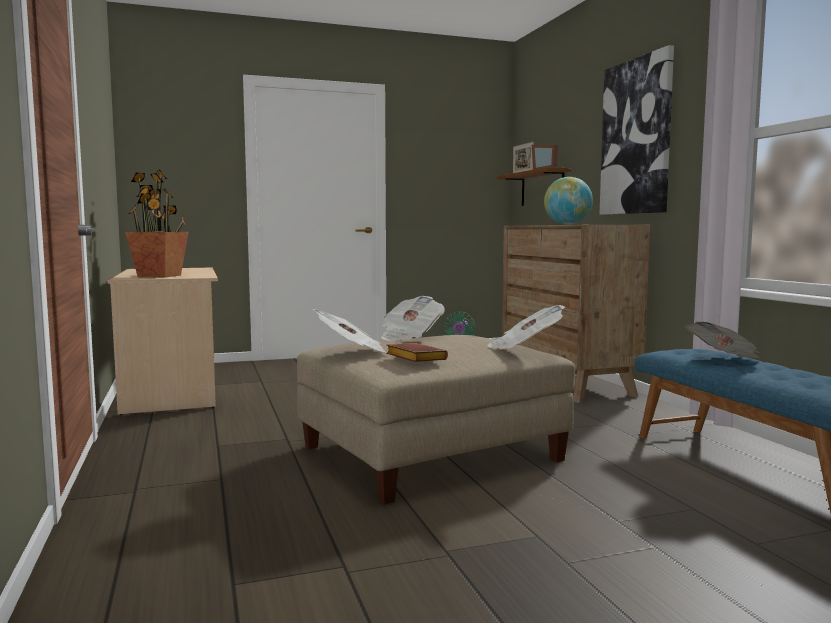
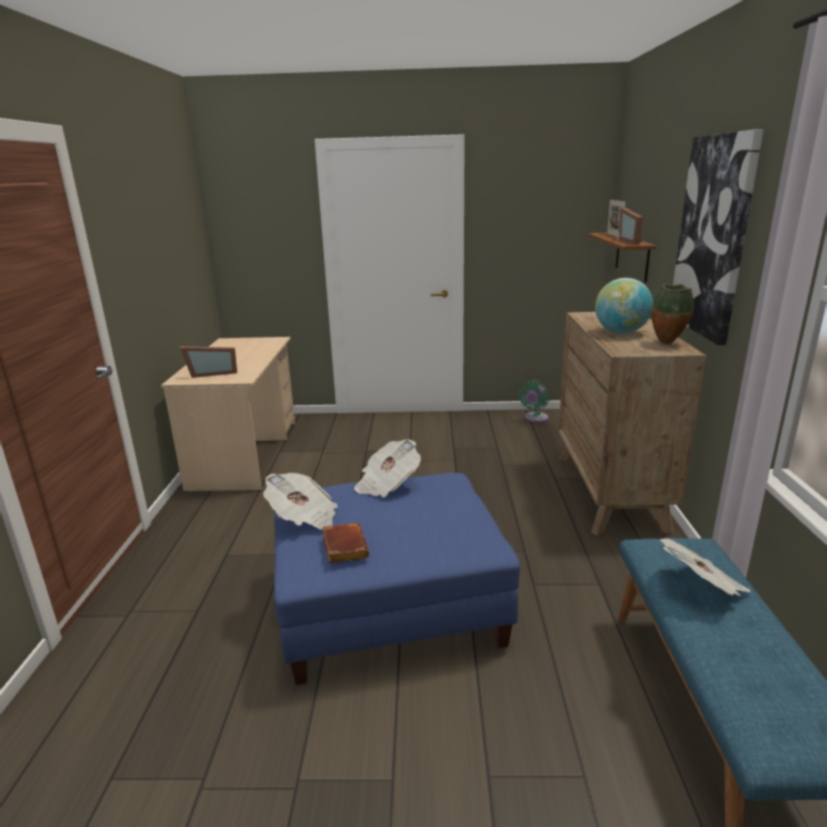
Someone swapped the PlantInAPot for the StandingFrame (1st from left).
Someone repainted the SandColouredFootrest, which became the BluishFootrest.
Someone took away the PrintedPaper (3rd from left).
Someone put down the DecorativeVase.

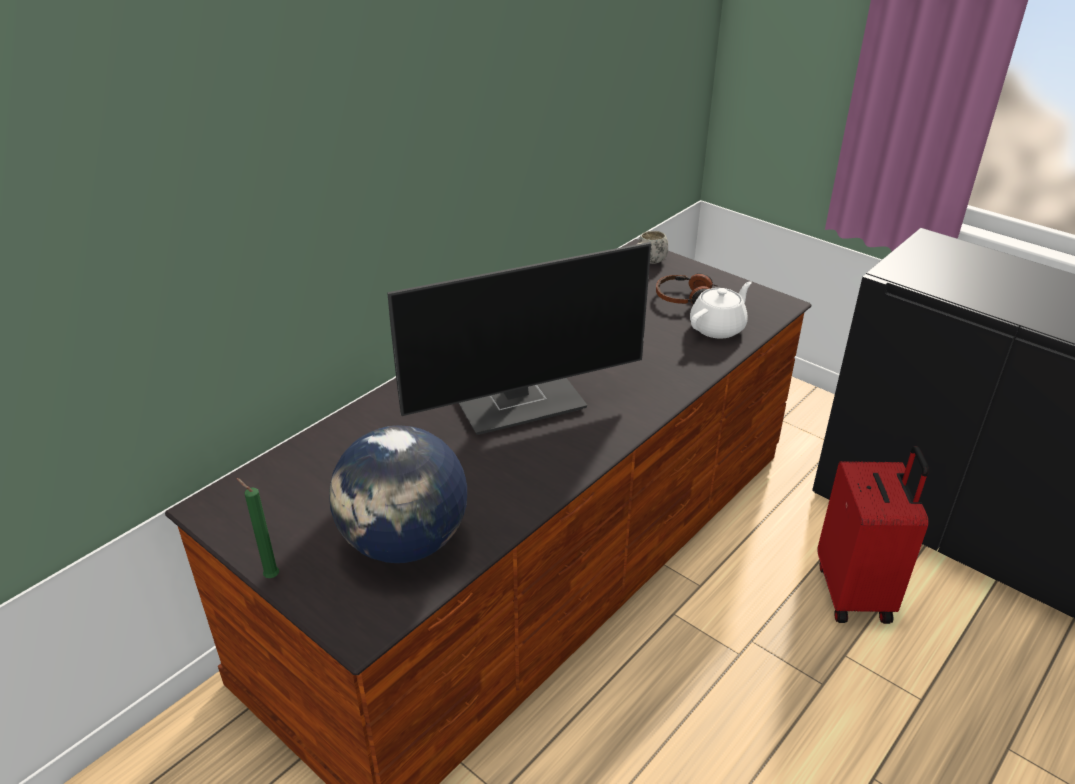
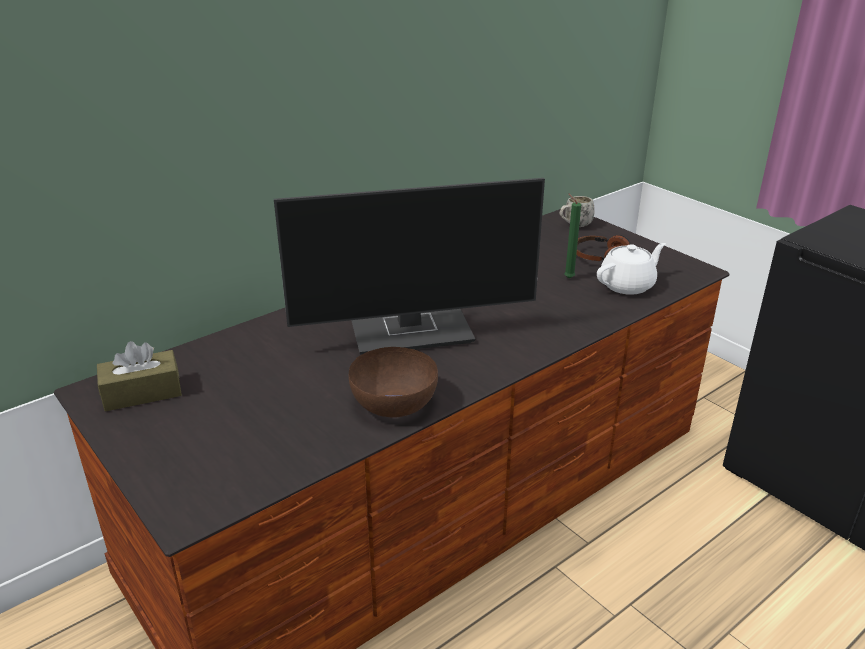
Someone carried the GreenishWaxCandle.
Someone took away the WorldGlobe.
Someone took away the RedTravelCase.
Someone put down the BrownTissueBox.
Someone put down the BrownDeepDish.

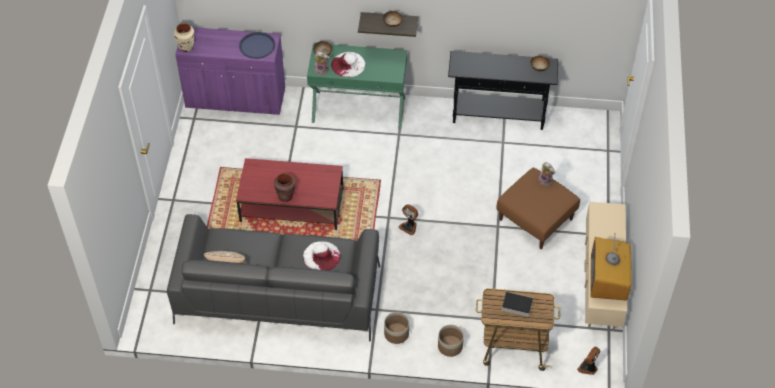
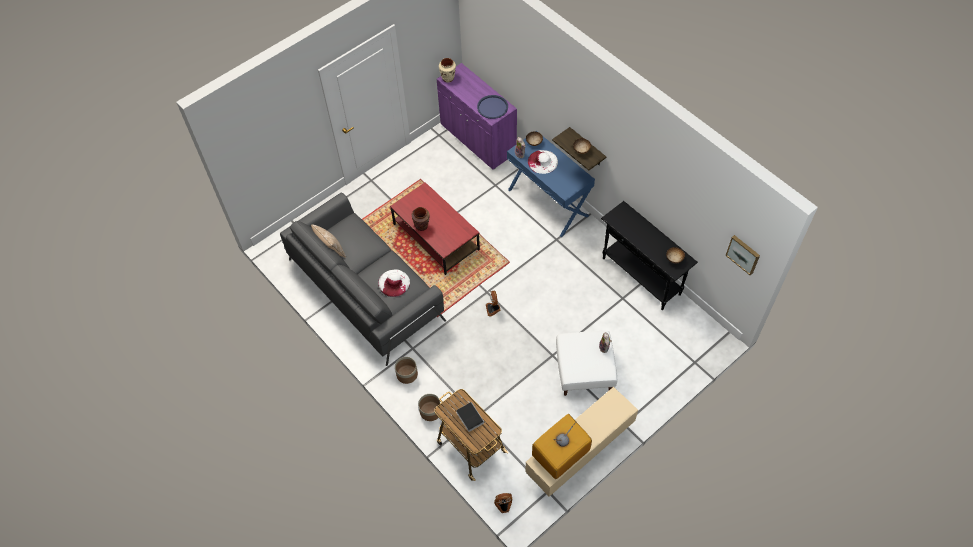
Someone repainted the GreenishNarrowTable, which became the BluishNarrowTable.
Someone repainted the BrownFootrest, which became the WhiteColouredFootrest.
Someone put up the WallPicture.

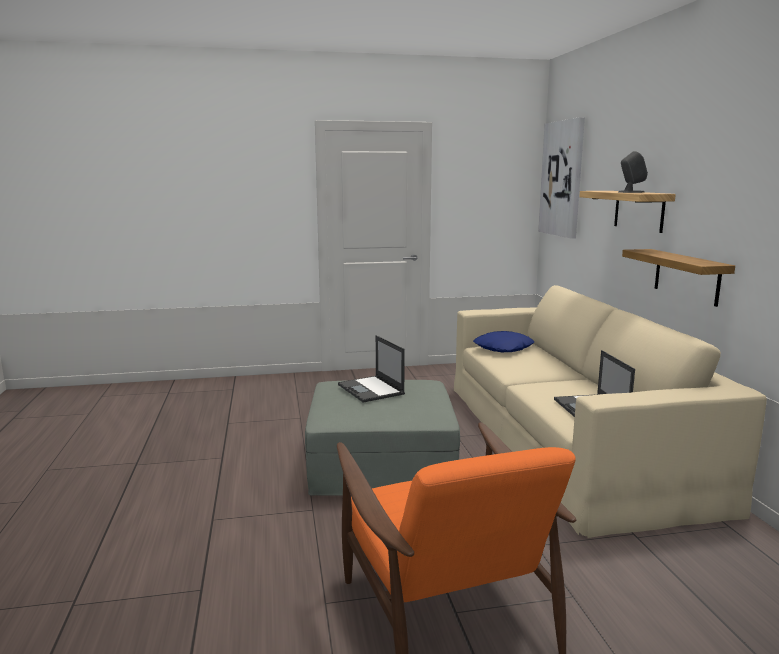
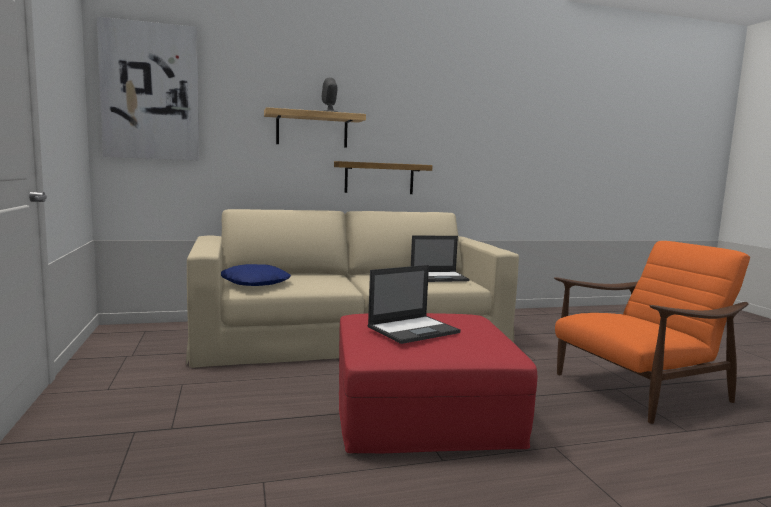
Someone repainted the GrayFootrest, which became the RedFootrest.

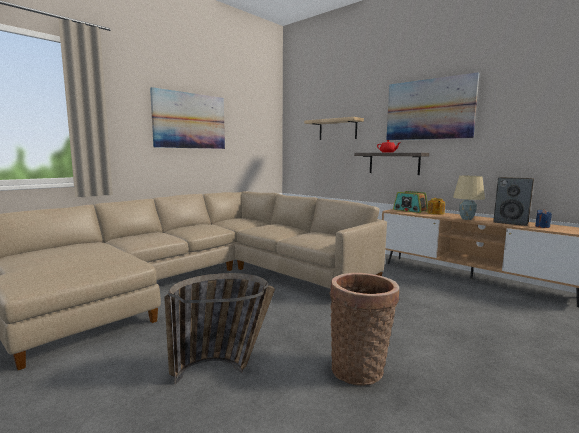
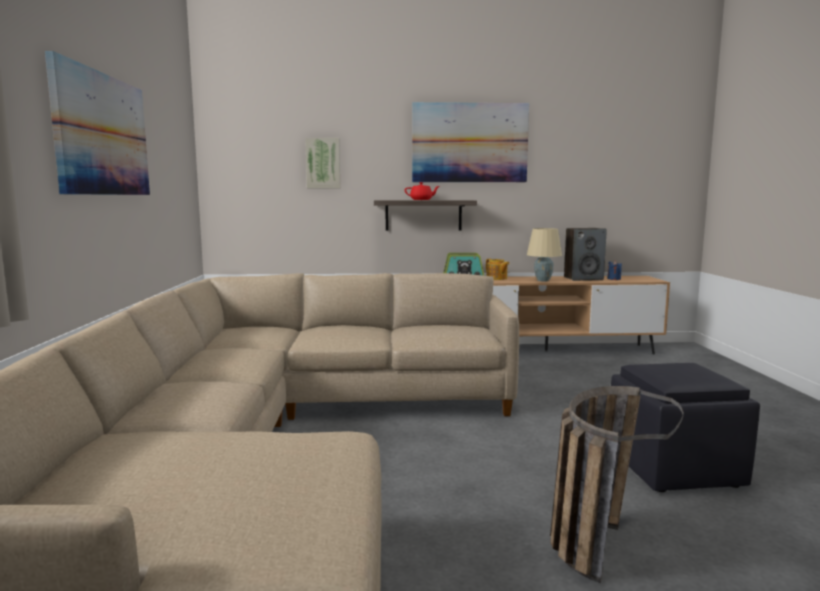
Someone swapped the BracketShelf (1st from left) for the WallPicture (2nd from left).
Someone swapped the StorageBasket (2nd from left) for the BlackishFootrest.

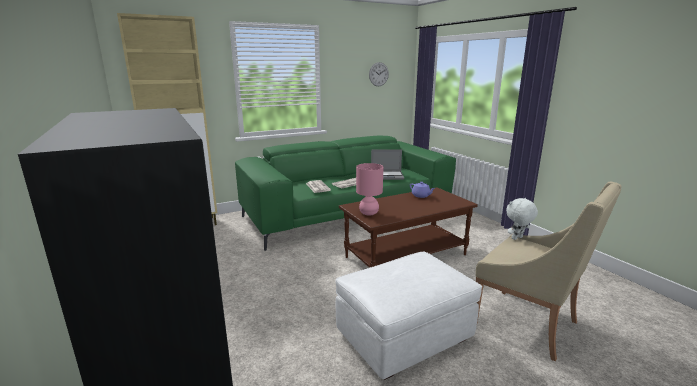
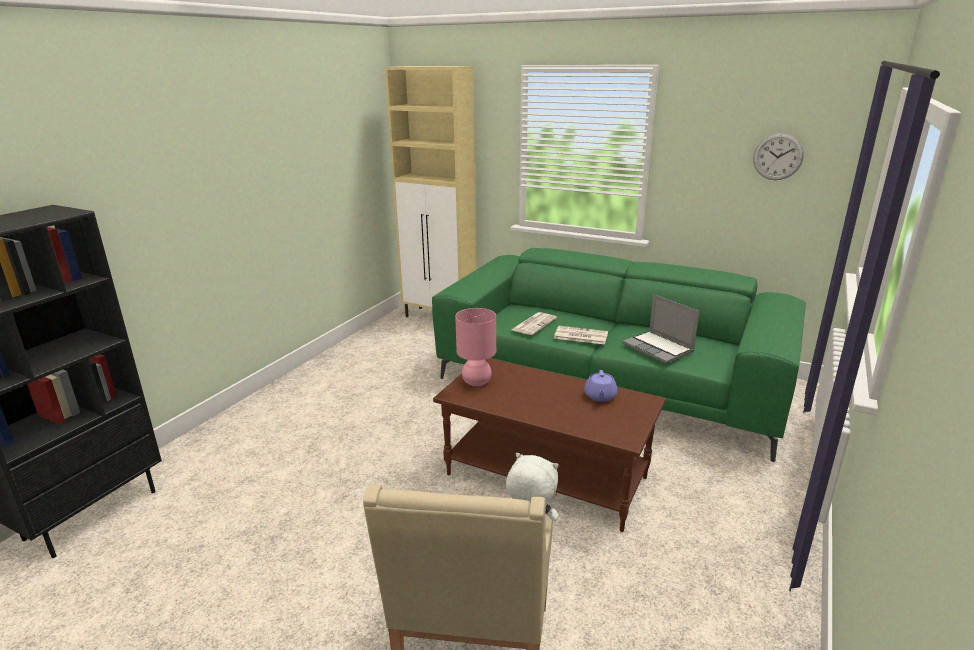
Someone took away the WhiteColouredFootrest.

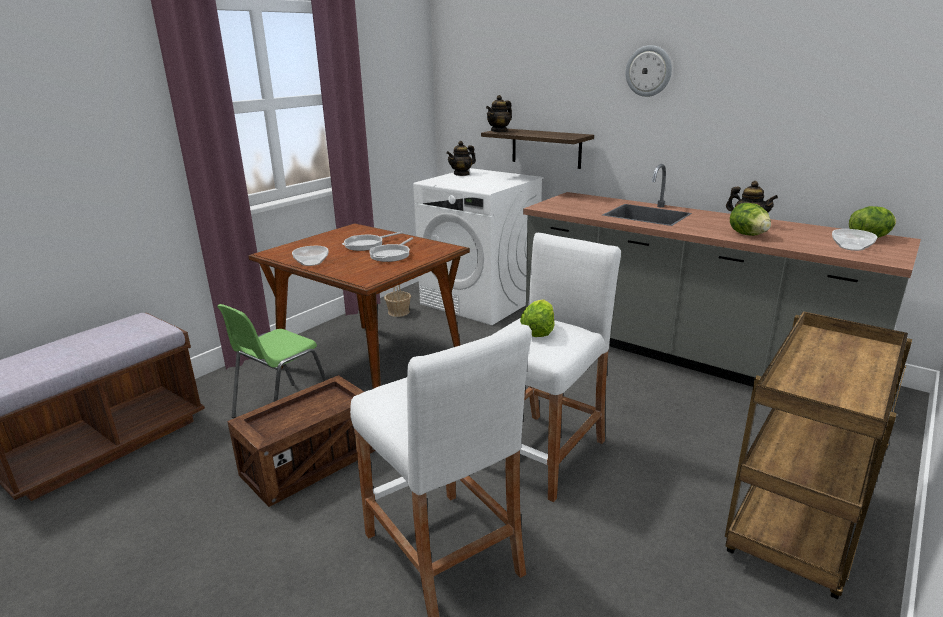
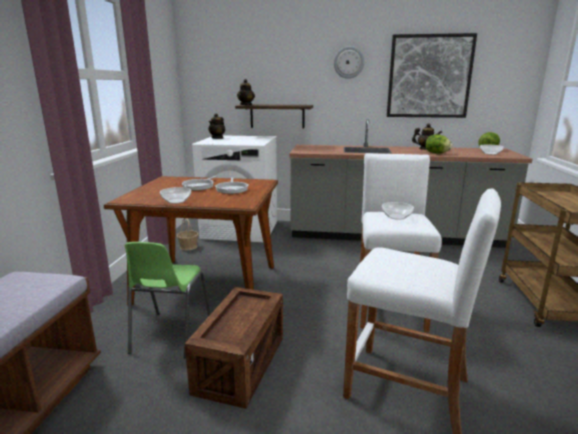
Someone swapped the LettuceHead (1st from left) for the DeepDish (2nd from left).
Someone put up the WallPicture.

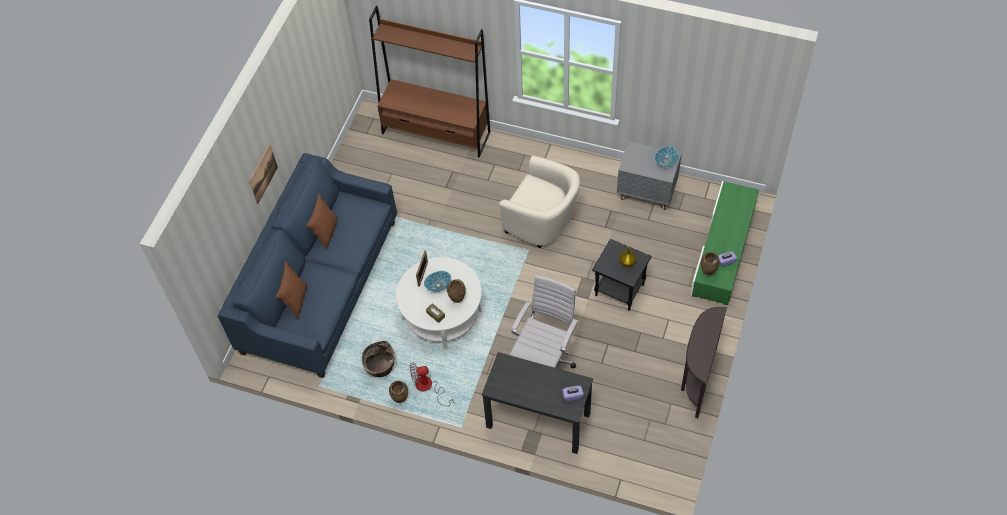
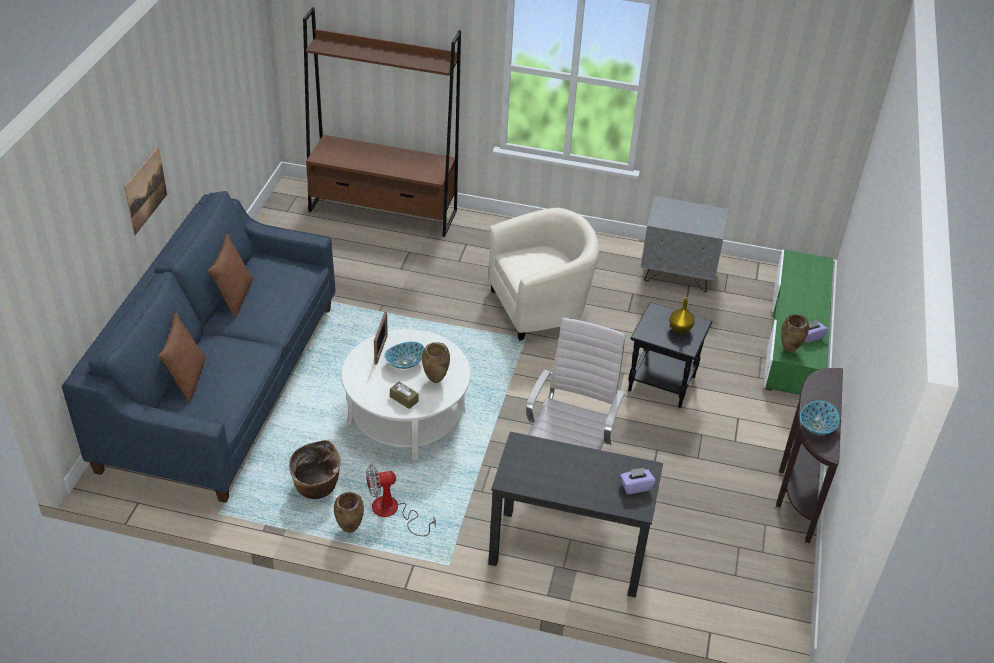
Someone rotated the SandColouredLoungeChair by 45 degrees counterclockwise.
Someone carried the DeepDish (2nd from left).

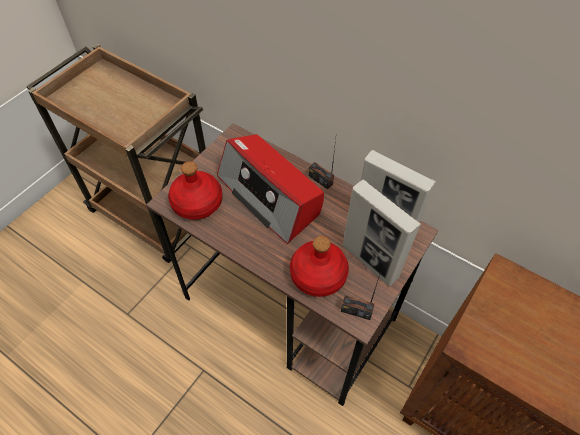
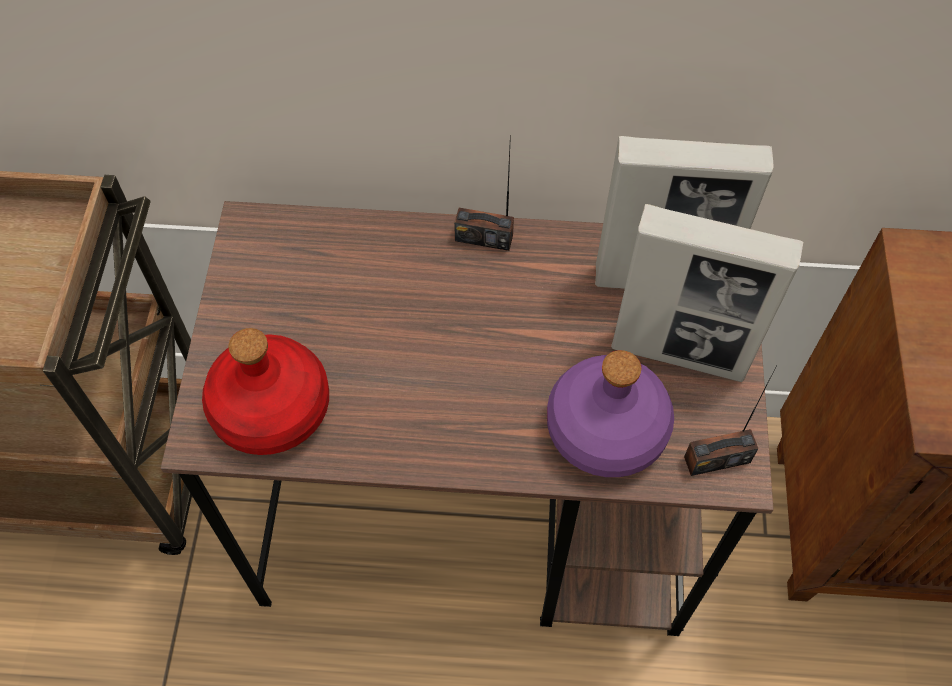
Someone took away the RadioSet (1st from left).
Someone repainted the RedDrinkBottle (2nd from left), which became the PurpleDrinkBottle.

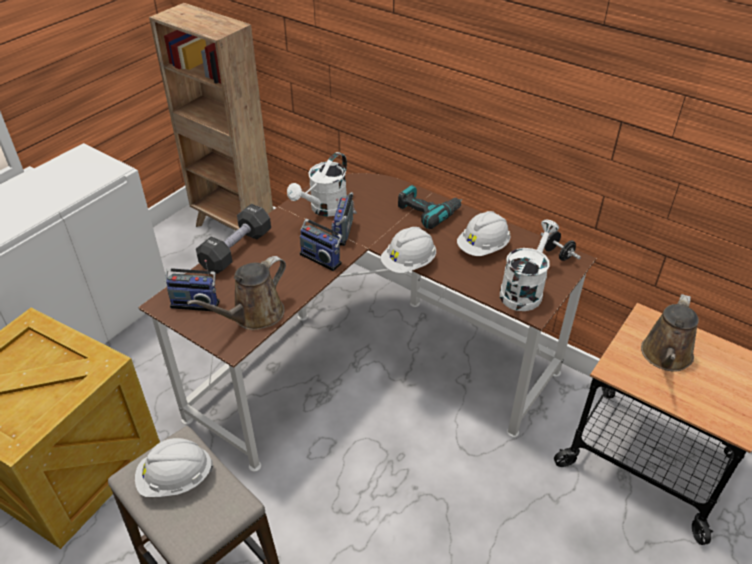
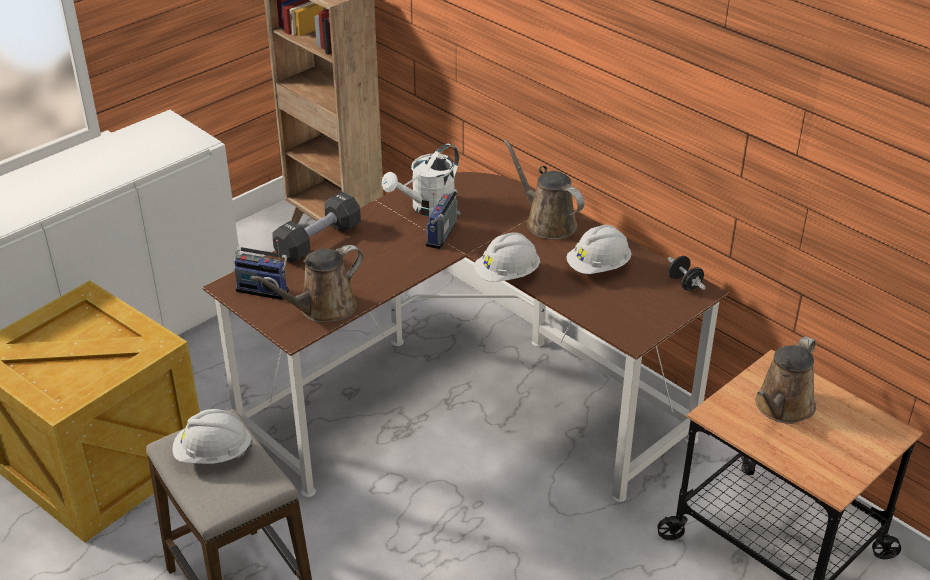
Someone took away the RadioSet (2nd from left).
Someone swapped the ElectricDrill for the BrownWateringCan (2nd from left).
Someone took away the WhiteColouredWateringCan (2nd from left).

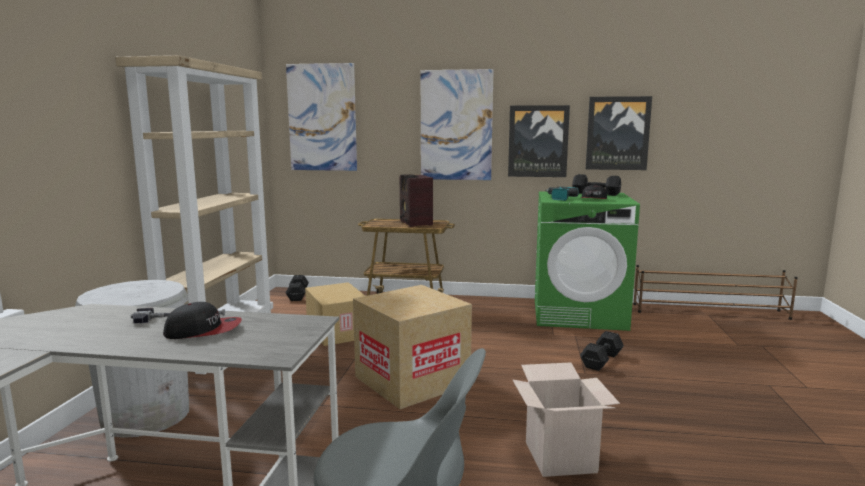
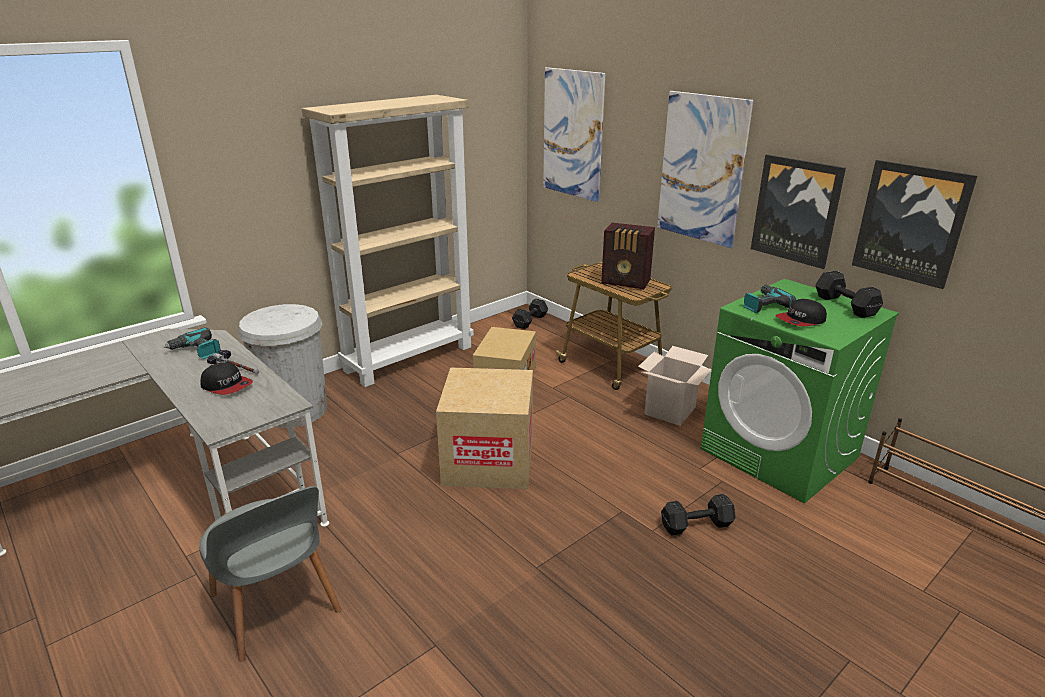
Someone rotated the RadioSet by 90 degrees counterclockwise.
Someone carried the Carton (3rd from left).
Someone put down the ElectricDrill (1st from left).

